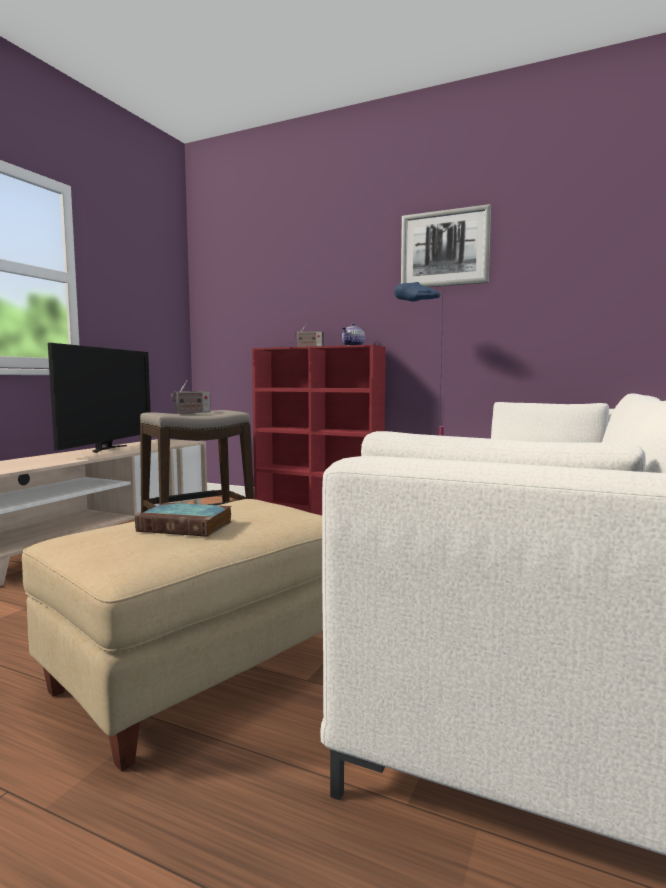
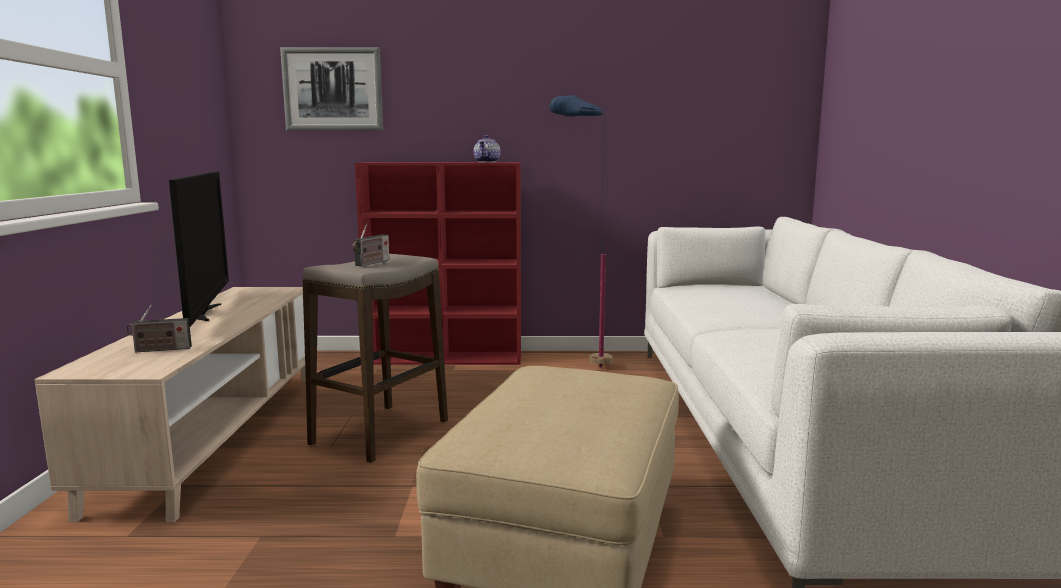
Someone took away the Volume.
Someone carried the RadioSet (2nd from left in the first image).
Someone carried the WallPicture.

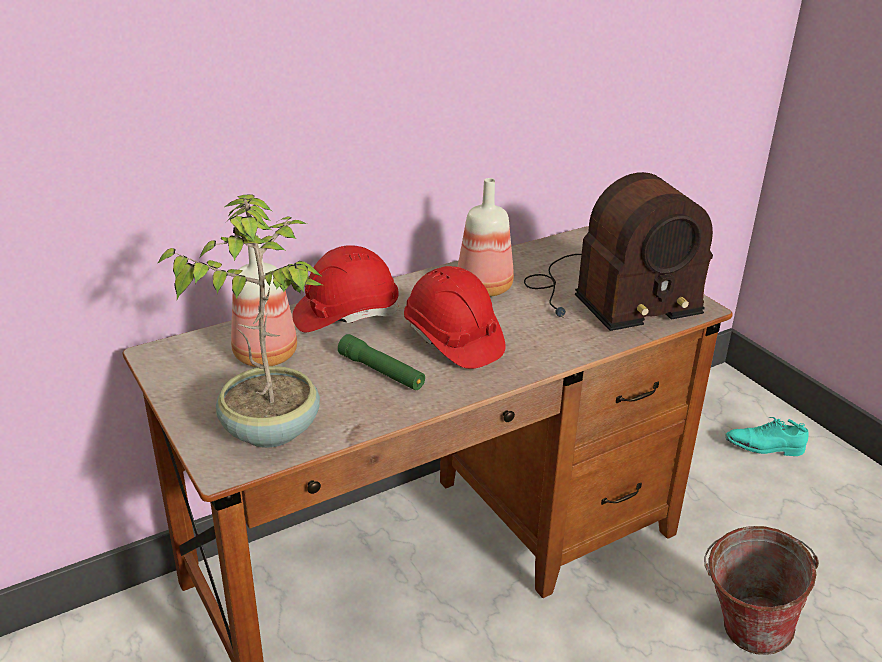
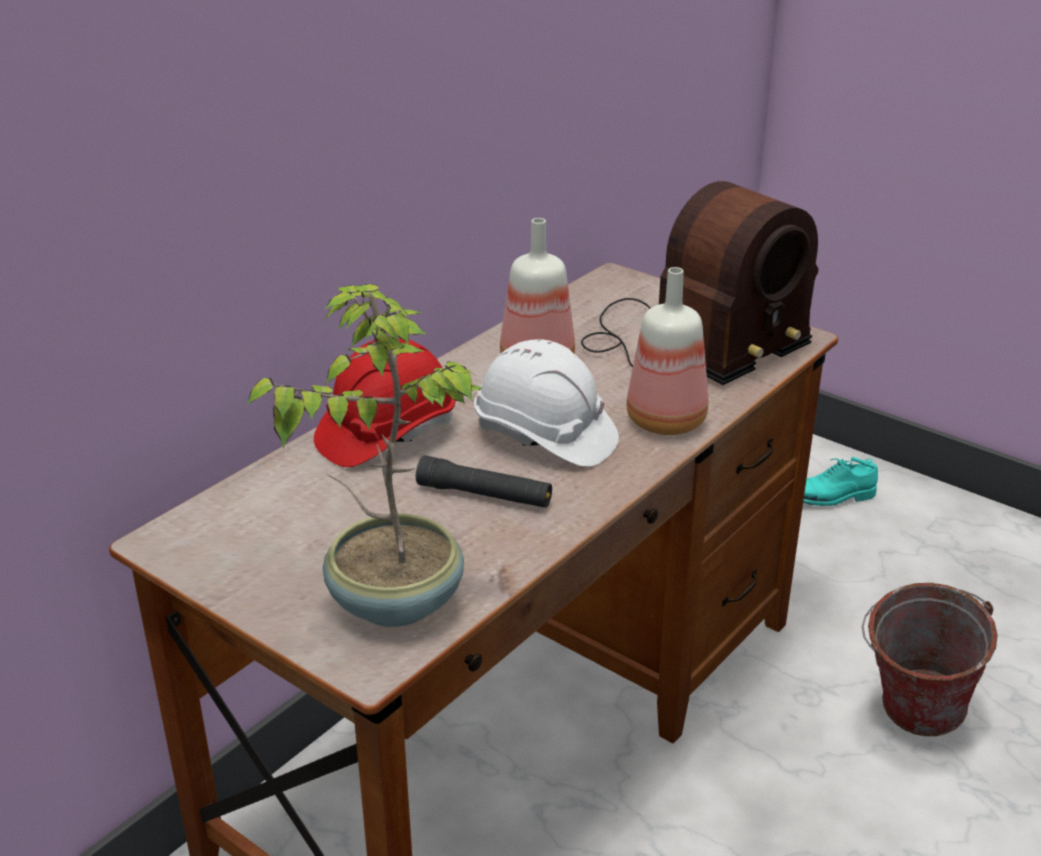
Someone carried the DrinkBottle (1st from left in the first image).
Someone repainted the GreenishFlashlight, which became the BlackishFlashlight.
Someone repainted the RedHardHat (2nd from left), which became the WhiteColouredHardHat.

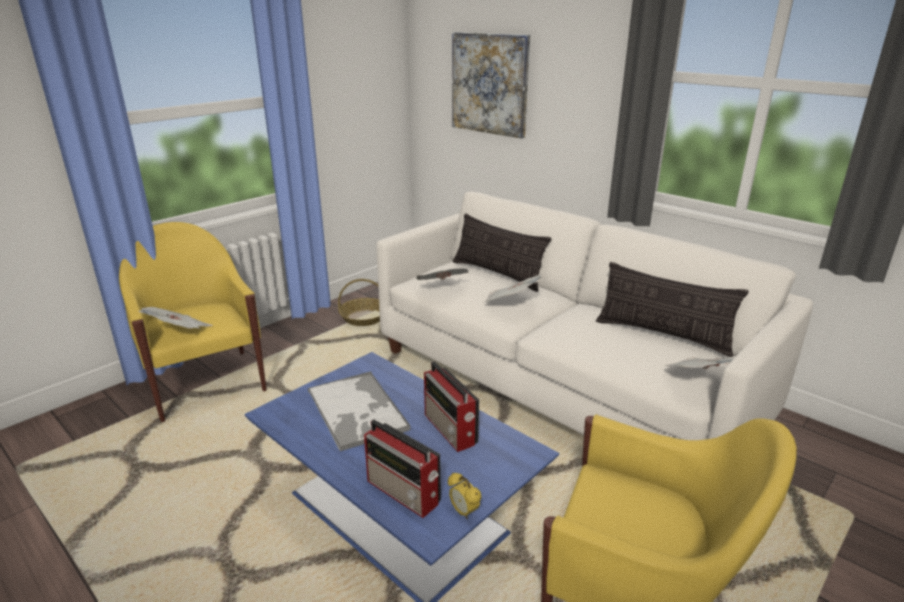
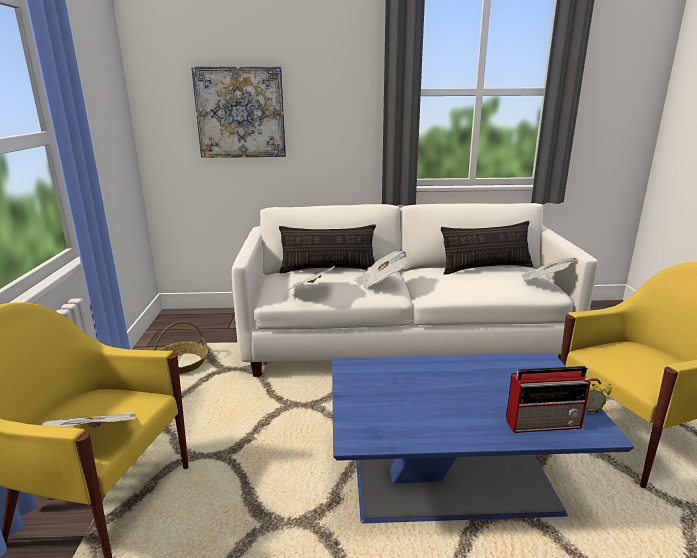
Someone took away the Tray.
Someone took away the RadioSet (2nd from left).

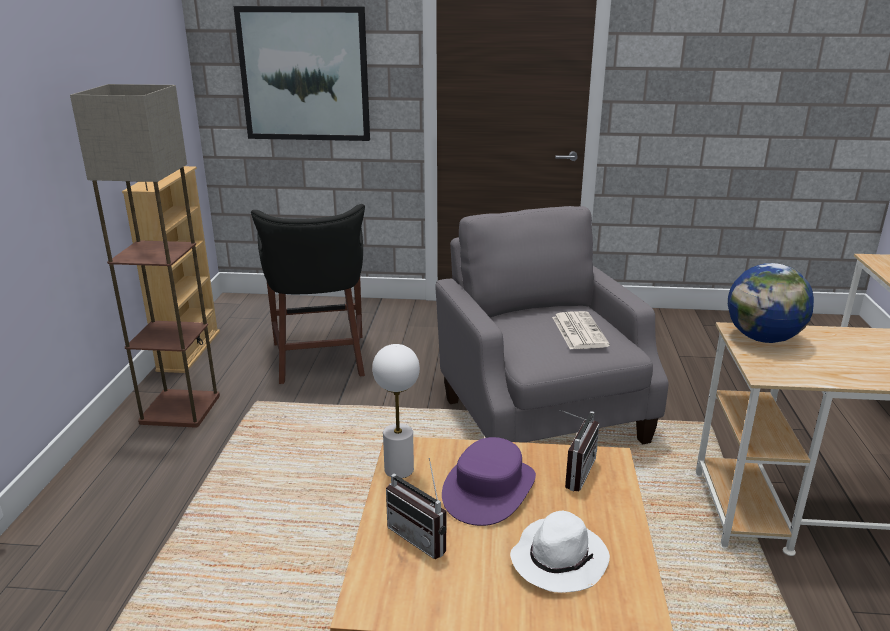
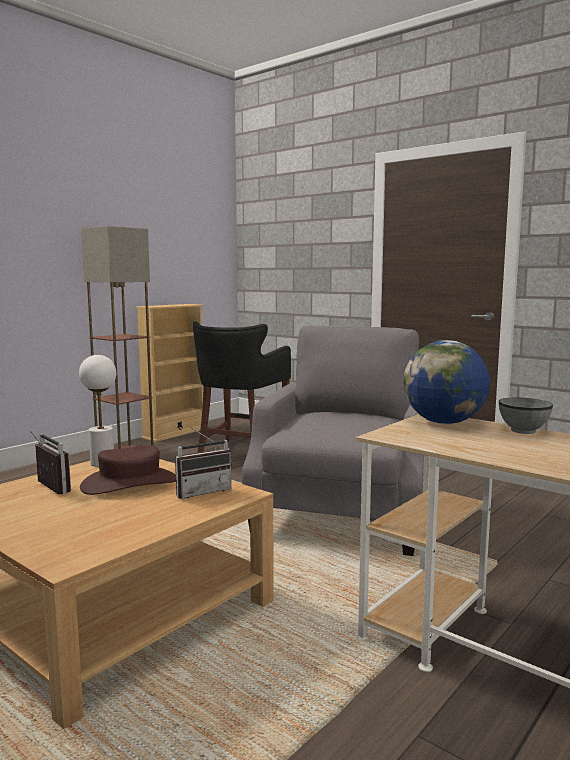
Someone took away the WallPicture.
Someone rotated the RadioSet (1st from left) by 150 degrees clockwise.
Someone repainted the PurpleWearableHat, which became the BrownWearableHat.
Someone took away the WhiteColouredWearableHat.
Someone took away the PrintedPaper.
Someone put down the GrayDeepDish.

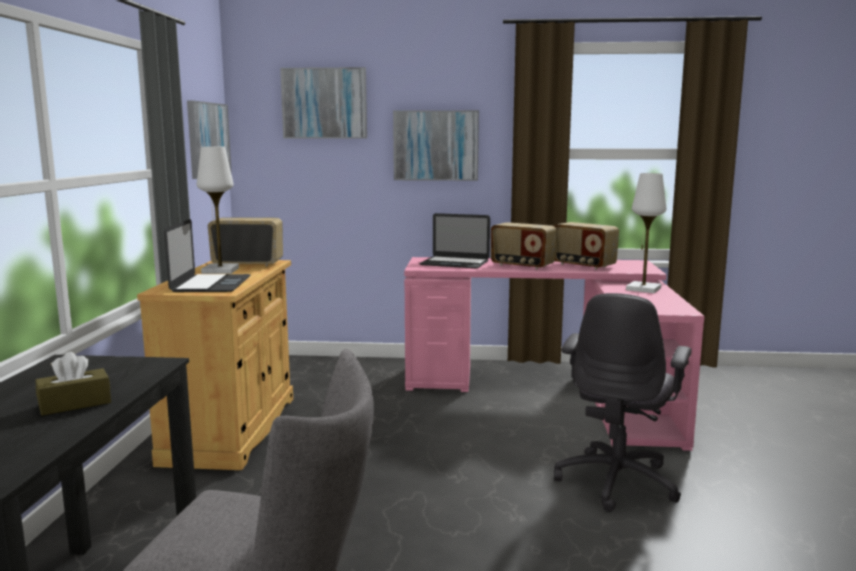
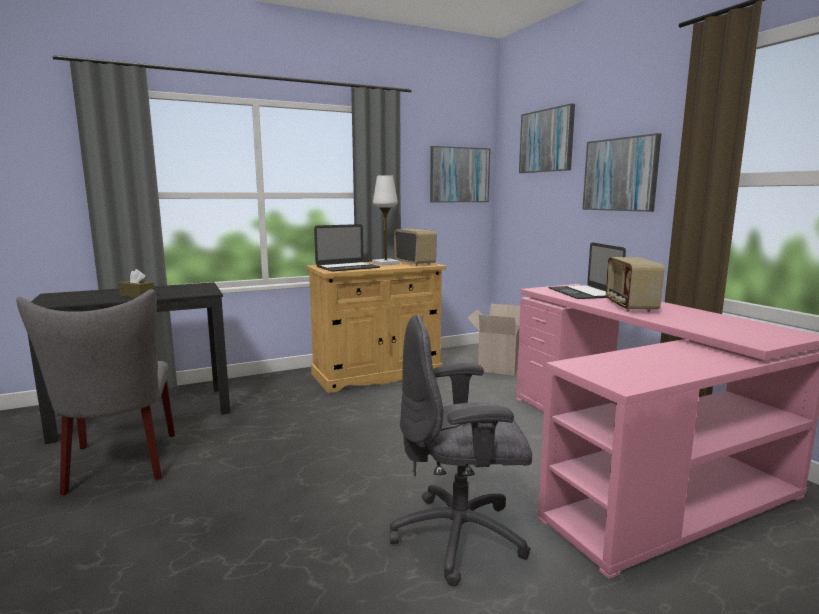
Someone took away the RadioSet (3rd from left).
Someone took away the WhiteColouredTabletopLamp (2nd from left).
Someone put down the Carton.

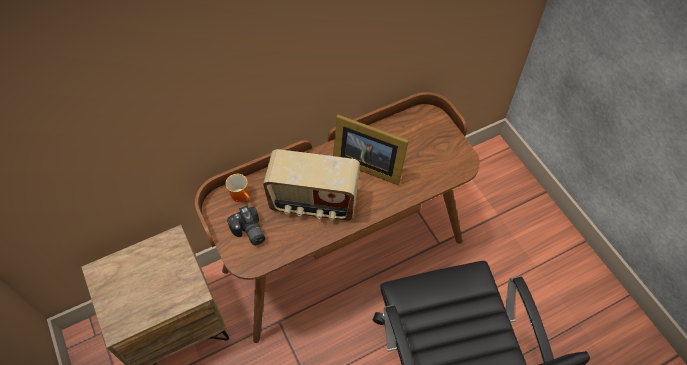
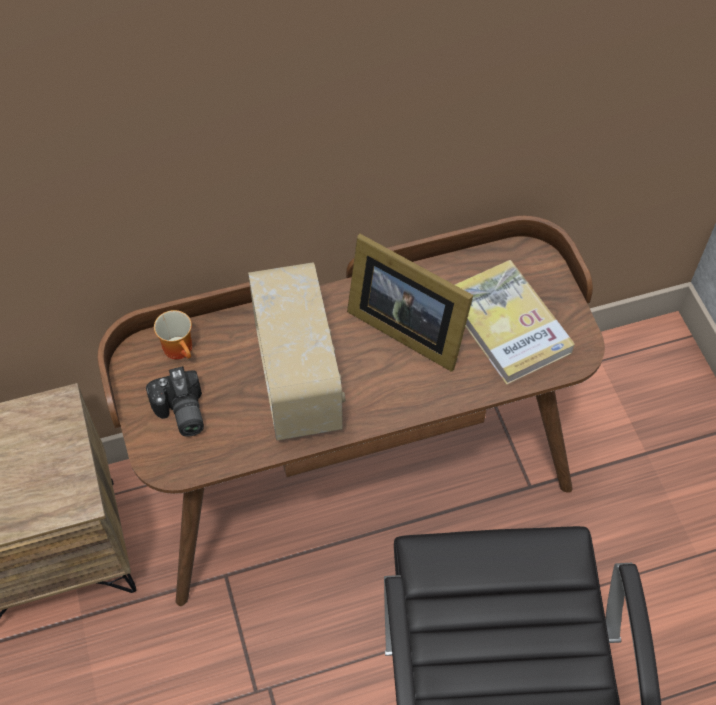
Someone rotated the RadioSet by 120 degrees counterclockwise.
Someone put down the Volume.

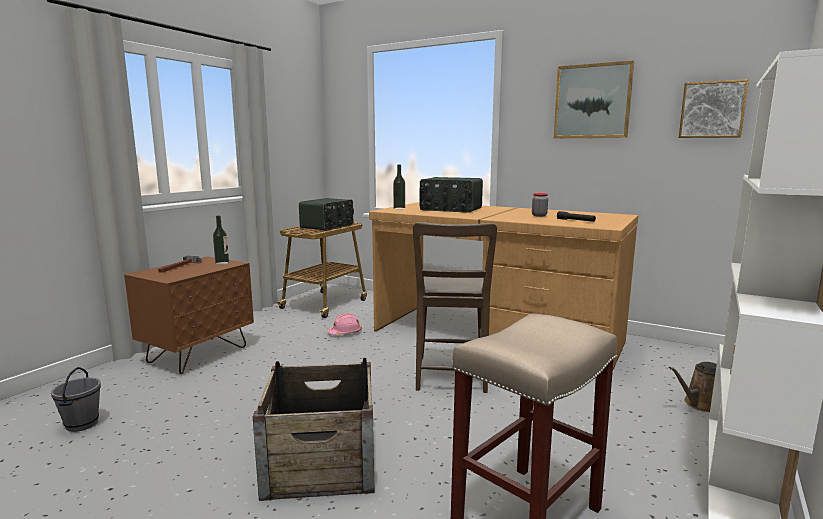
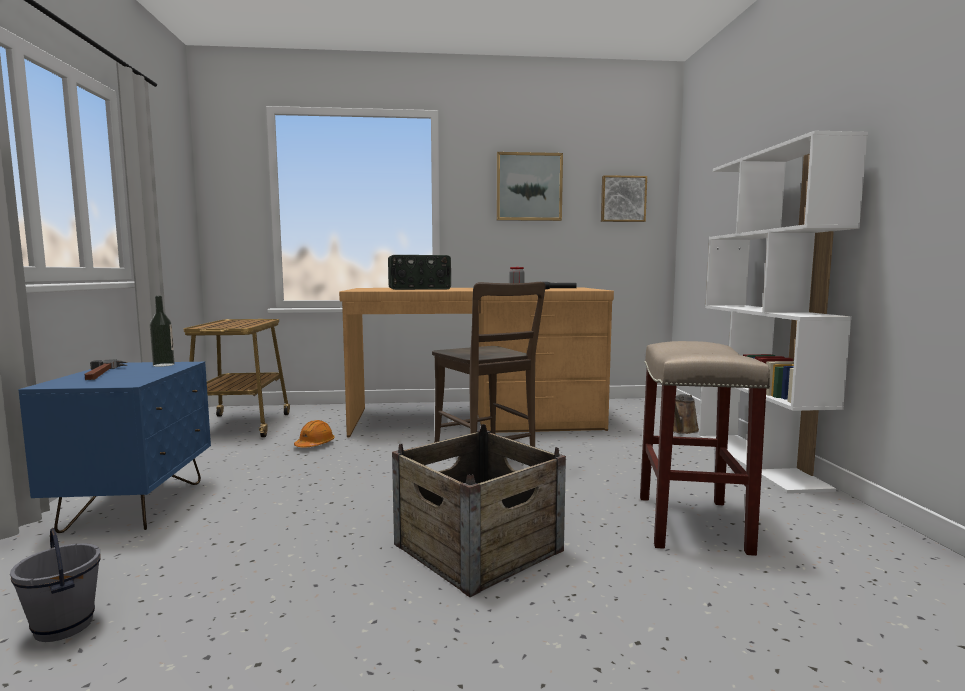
Someone repainted the BrownNightTable, which became the BluishNightTable.
Someone took away the RadioSet (1st from left).
Someone repainted the PinkColouredHardHat, which became the OrangeHardHat.
Someone took away the DrinkBottle (2nd from left).

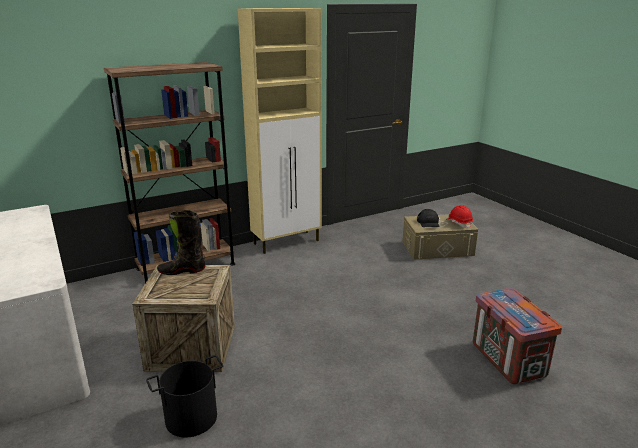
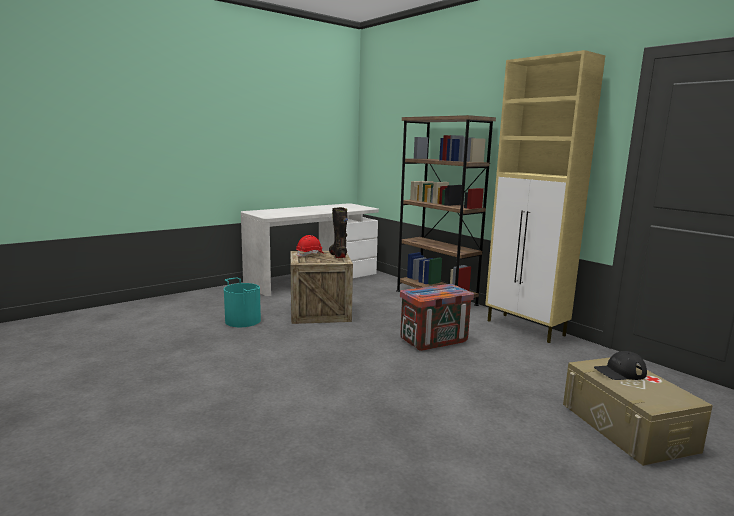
Someone repainted the BlackishWaterBucket, which became the TurquoiseColouredWaterBucket.
Someone carried the RedHardHat.
Someone carried the ShippingCrate (2nd from left).

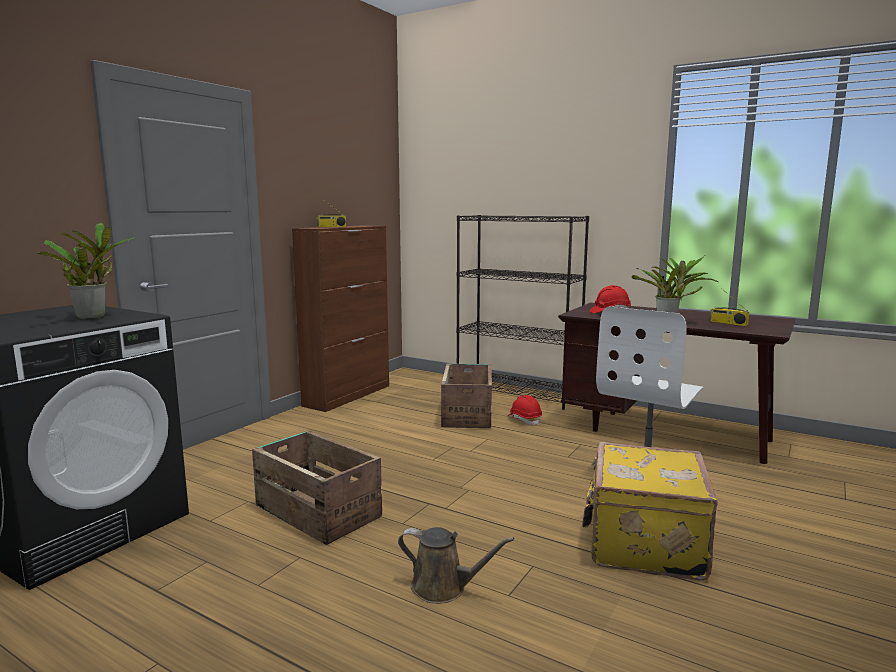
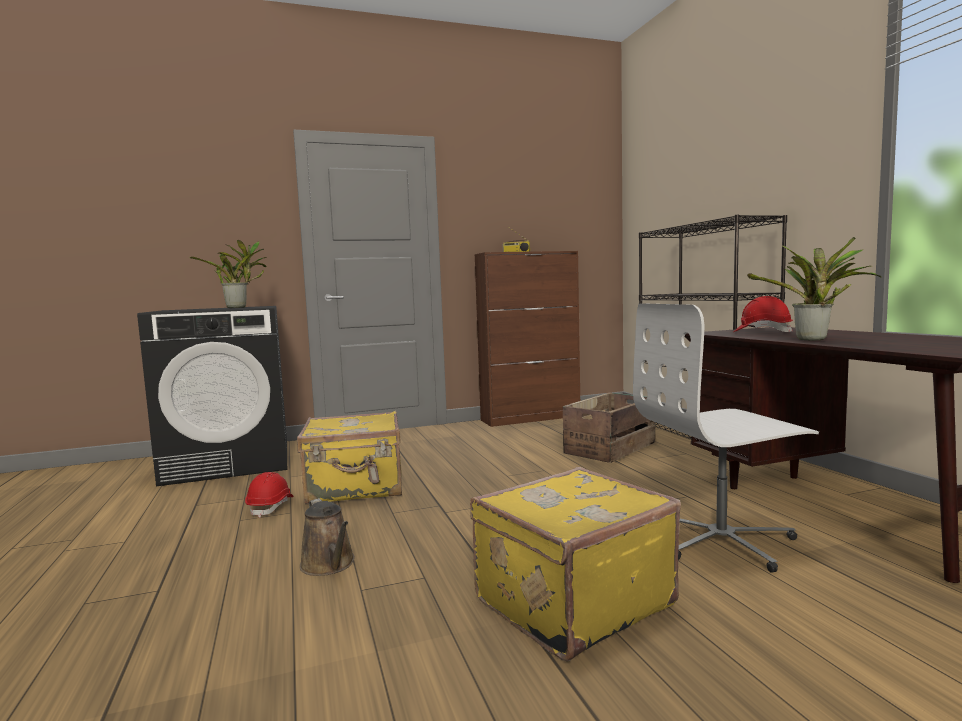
Someone swapped the ShippingCrate (1st from left) for the YellowColouredTravelCase (1st from left).
Someone carried the RedHardHat (1st from left).
Someone took away the RadioSet (2nd from left).

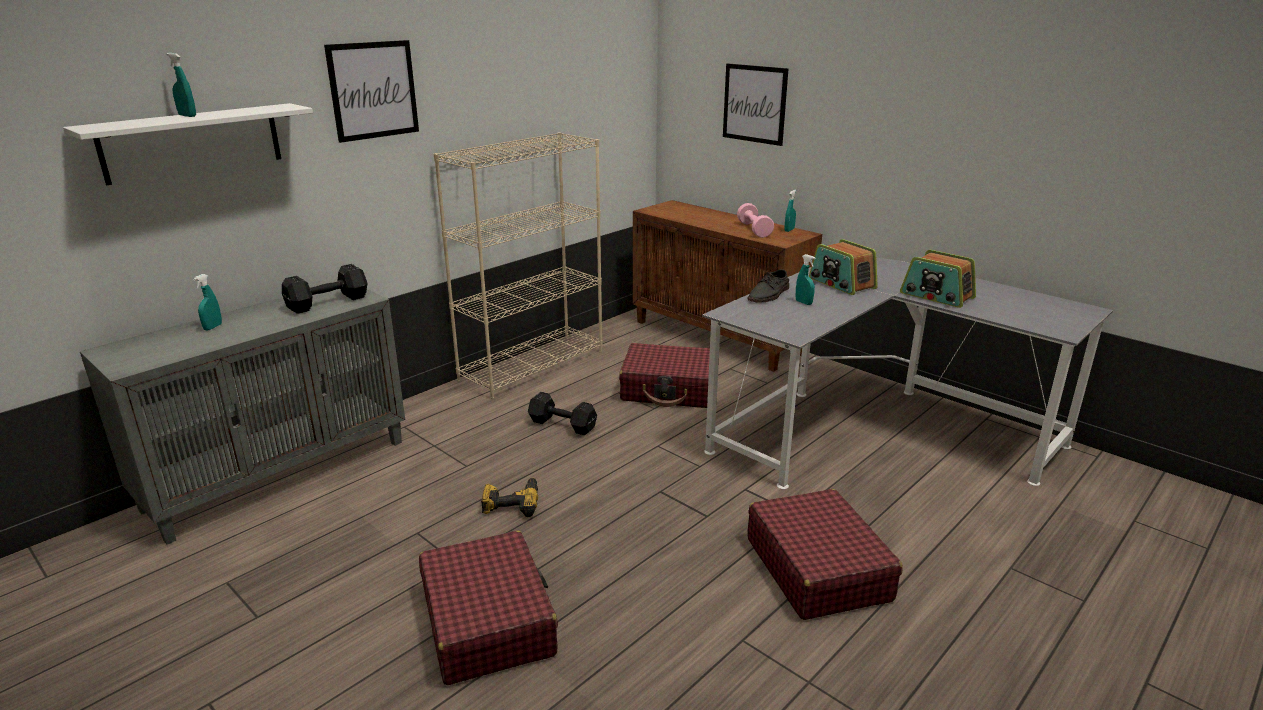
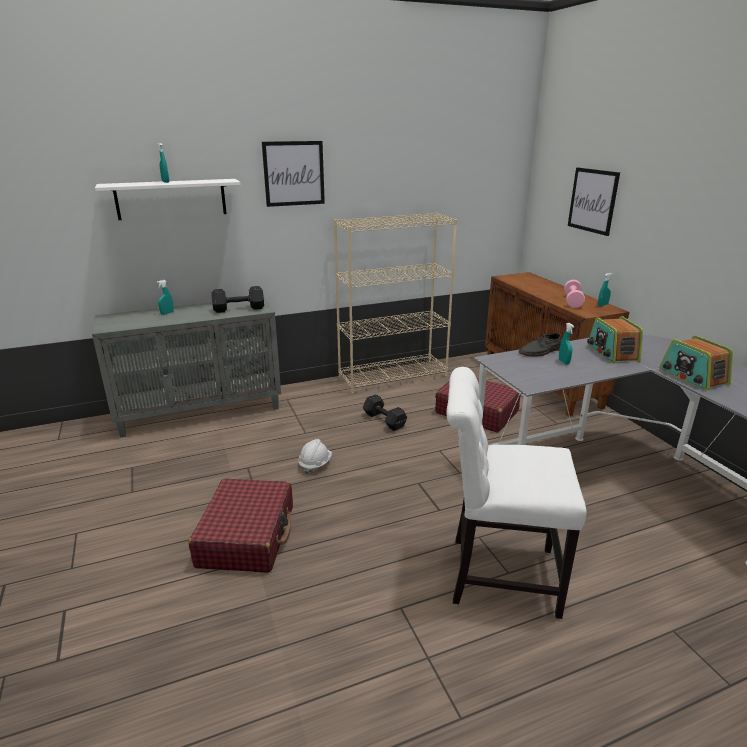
Someone swapped the ElectricDrill for the WhiteColouredHardHat.
Someone swapped the RedTravelCase (3rd from left) for the WhiteColouredUprightChair.

